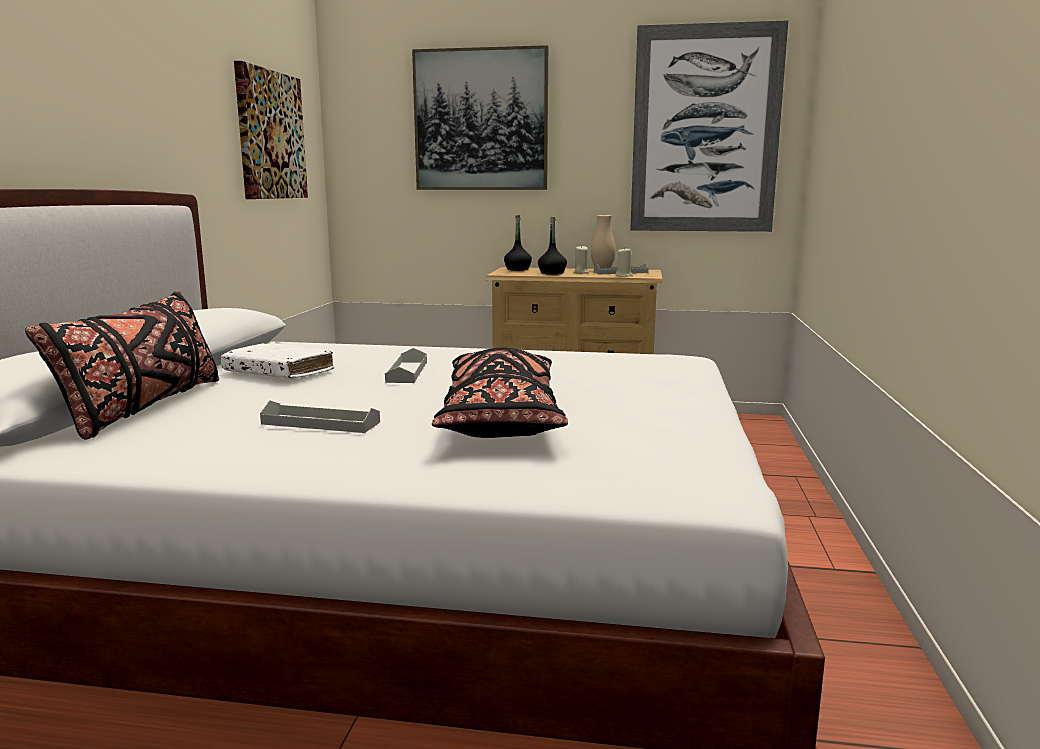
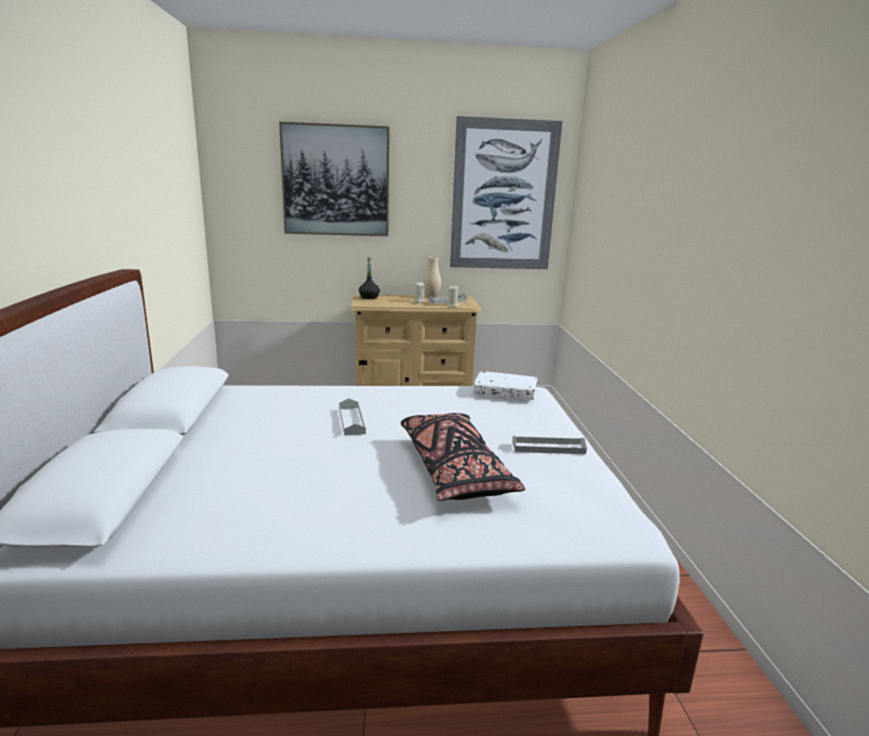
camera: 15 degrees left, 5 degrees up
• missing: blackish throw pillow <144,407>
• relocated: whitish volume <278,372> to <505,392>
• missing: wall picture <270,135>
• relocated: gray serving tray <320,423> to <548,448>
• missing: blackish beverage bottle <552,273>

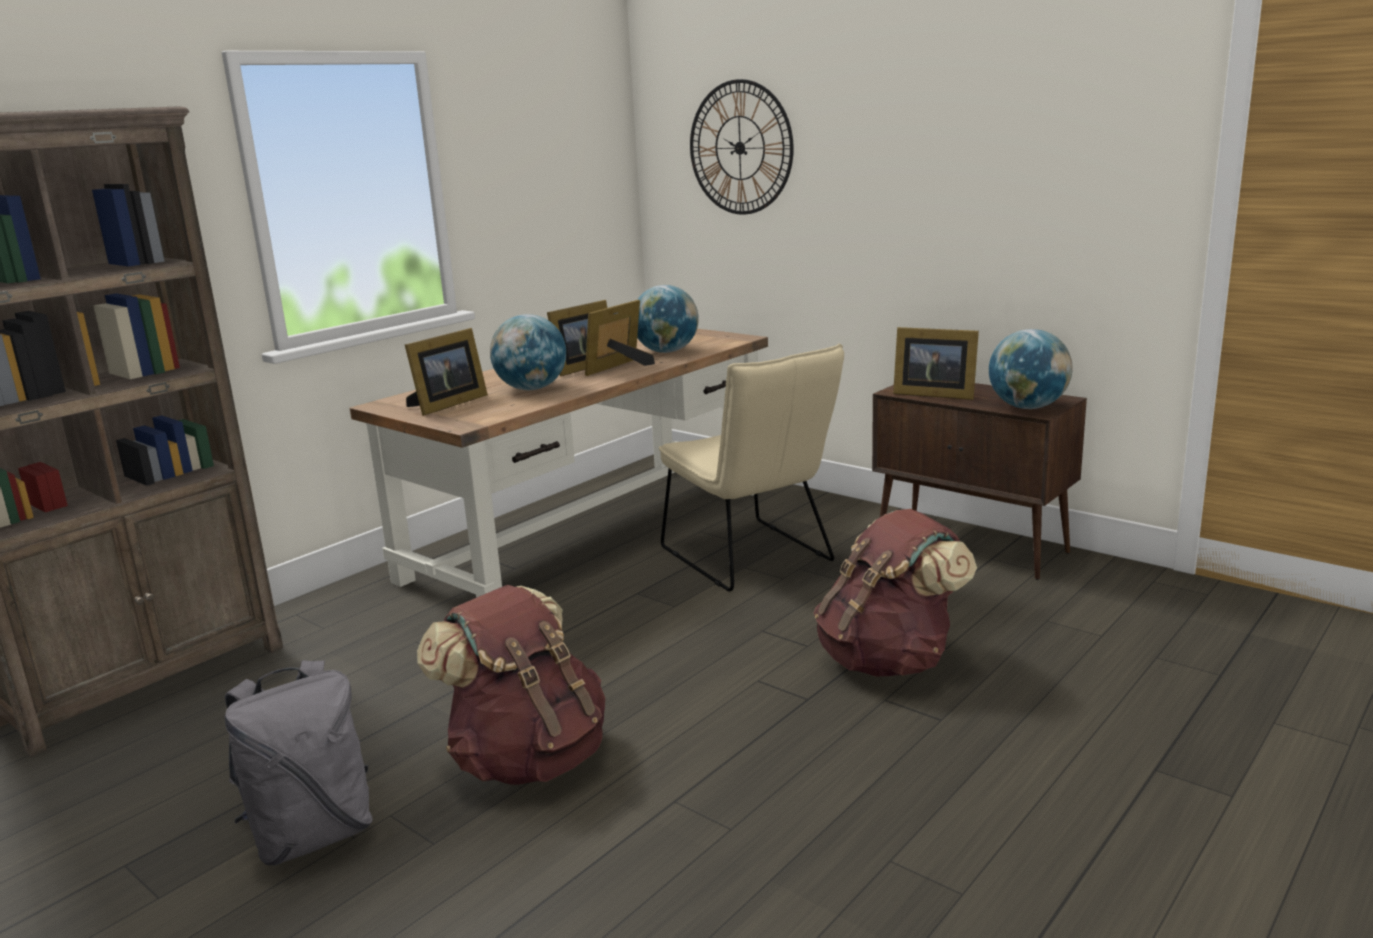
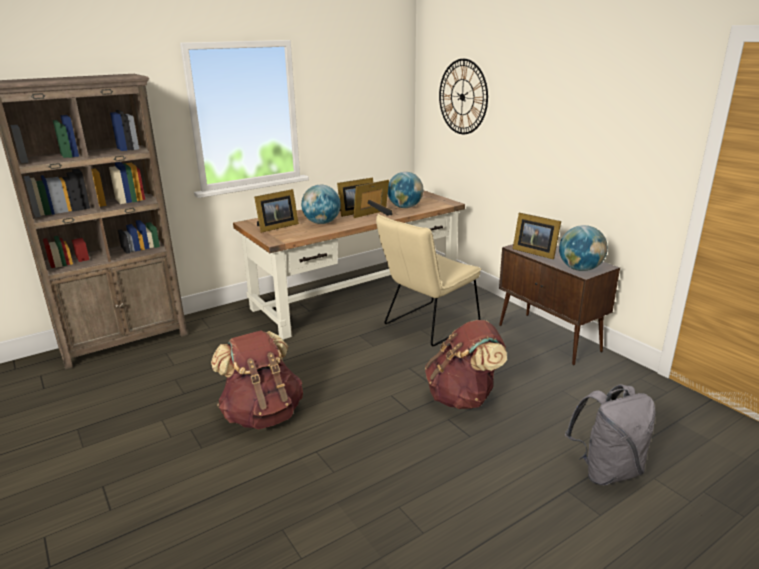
camera: 15 degrees right, 5 degrees up
• relocated: gray backpack <313,835> to <606,470>
• spun: beige-coloured chair <752,559> = <427,325> 60 degrees clockwise

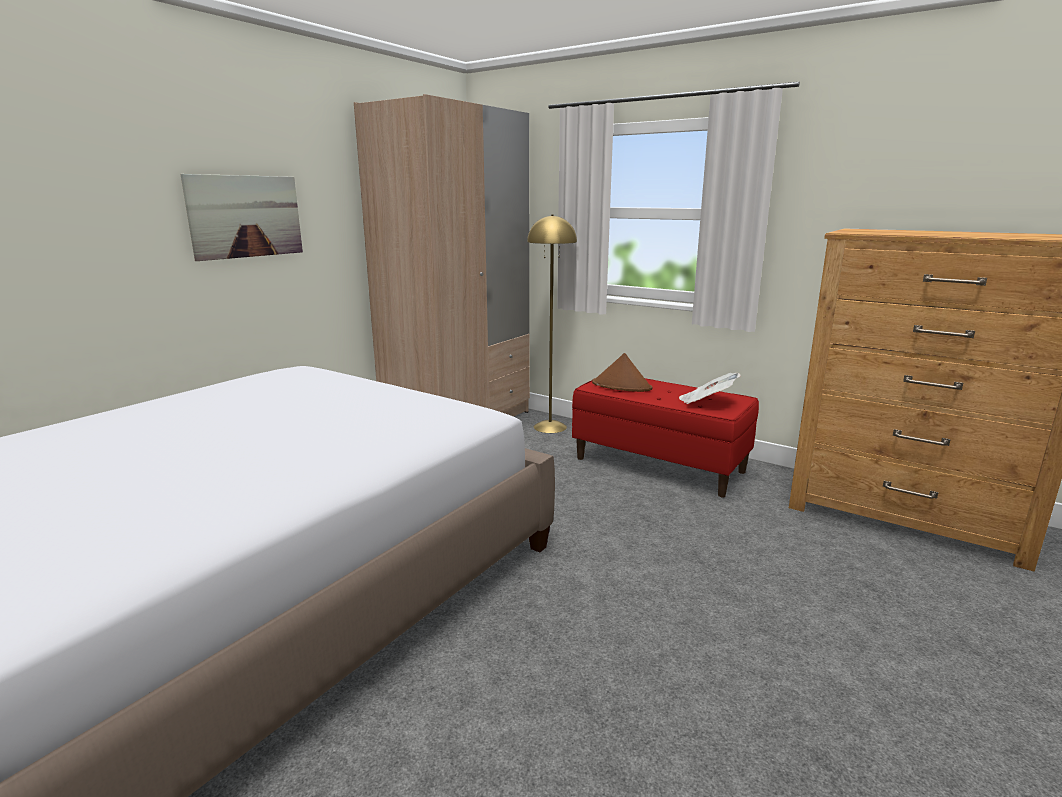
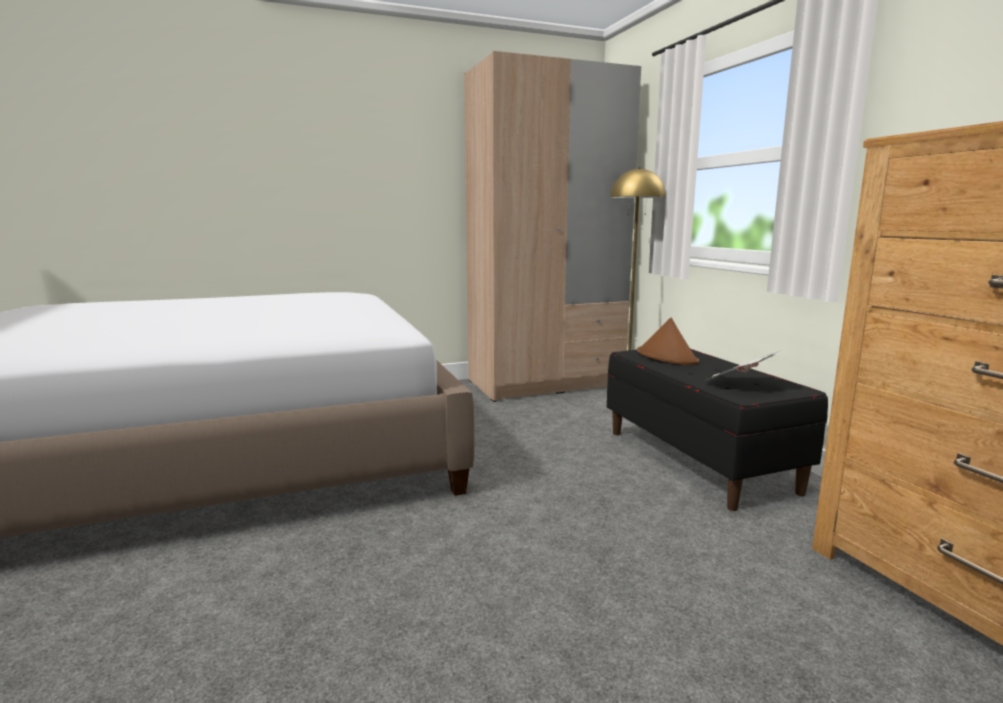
camera: 35 degrees right, 5 degrees down
• missing: wall picture <246,216>
• colour: red bench <659,465> to blackish bench <698,460>

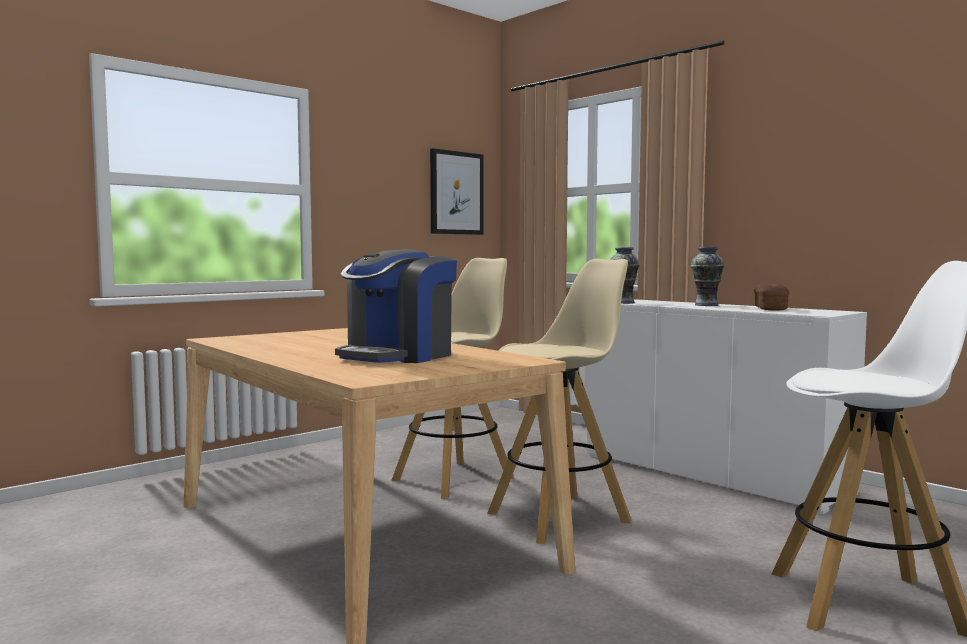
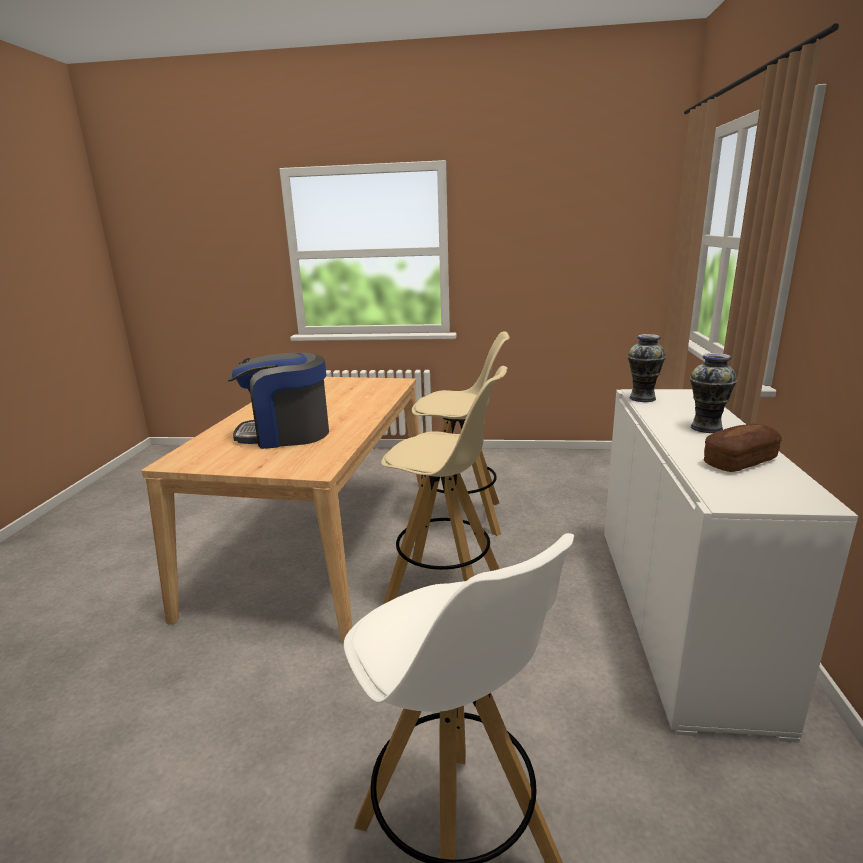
camera: 50 degrees right, 15 degrees up
• missing: wall picture <456,193>

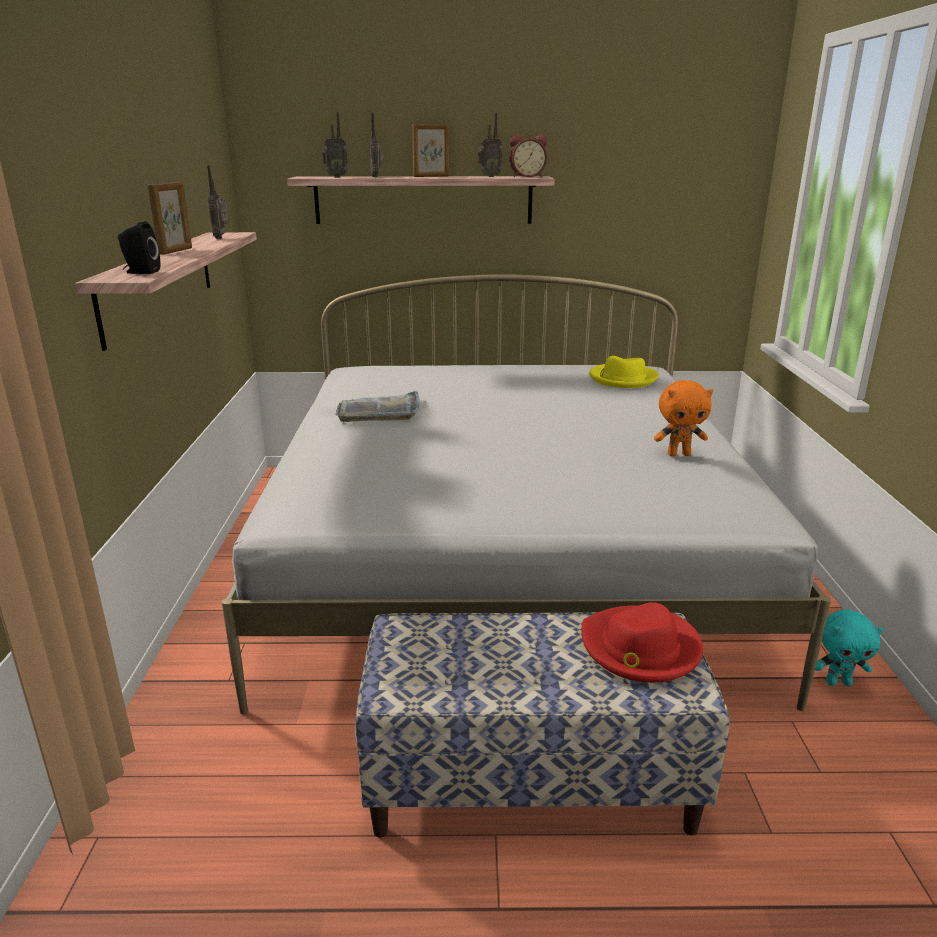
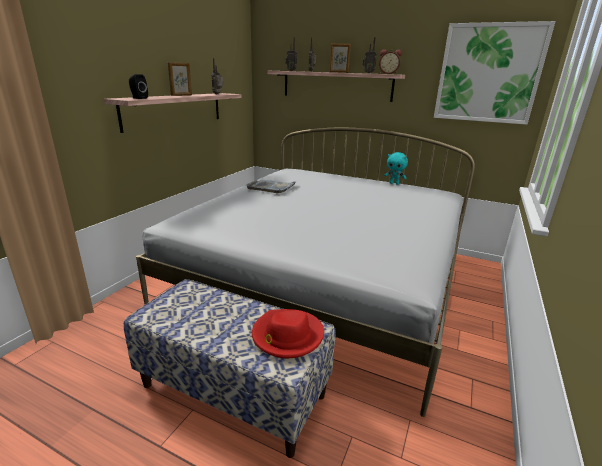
camera: 25 degrees right, 0 degrees up
• missing: yellow clothing hat <622,379>
• missing: orange-coloured plush toy <679,454>
• relocated: blue-green plush toy <838,682> to <394,183>
• appeared: wall picture <488,74>

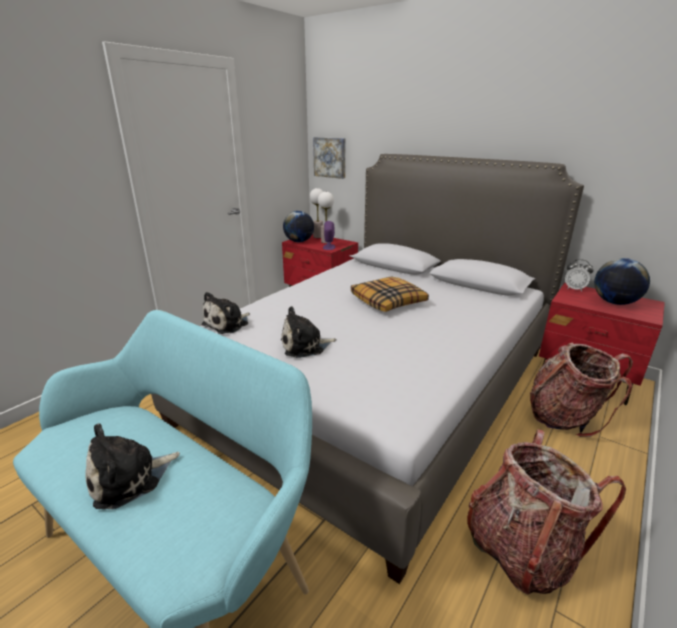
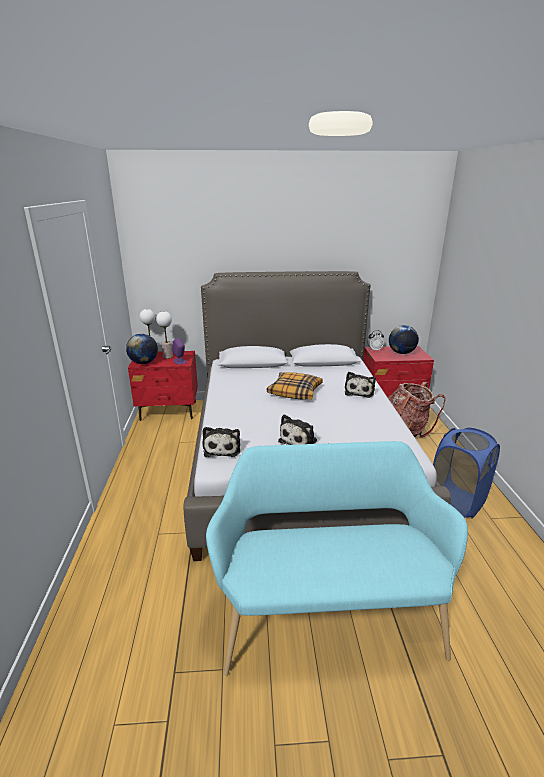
camera: 40 degrees left, 0 degrees up
• relocated: plush toy <130,478> to <359,392>
• missing: wall picture <330,157>
• exchanged: backpack <521,548> to bluish washing basket <456,502>

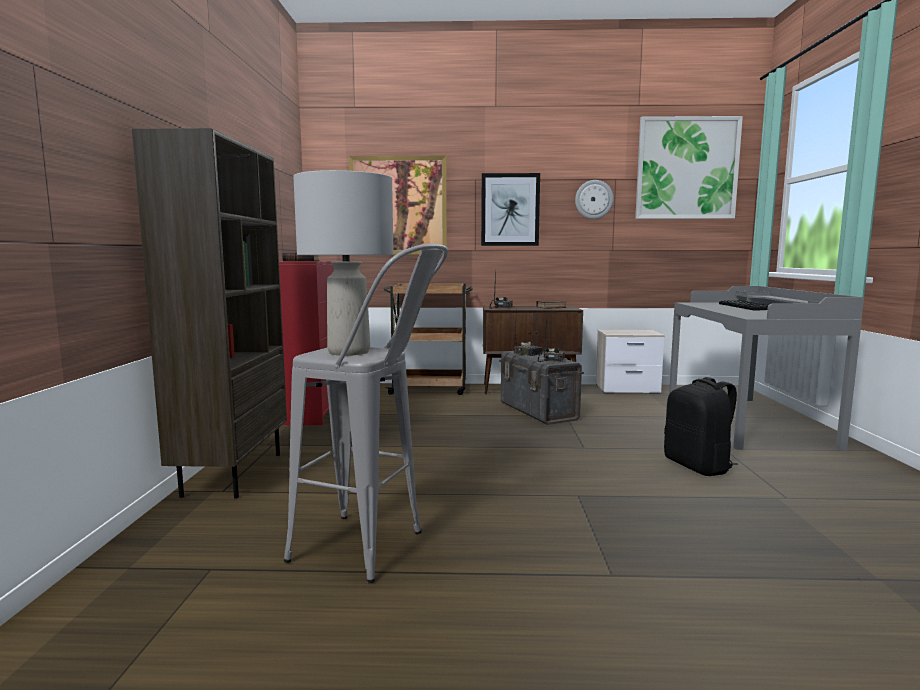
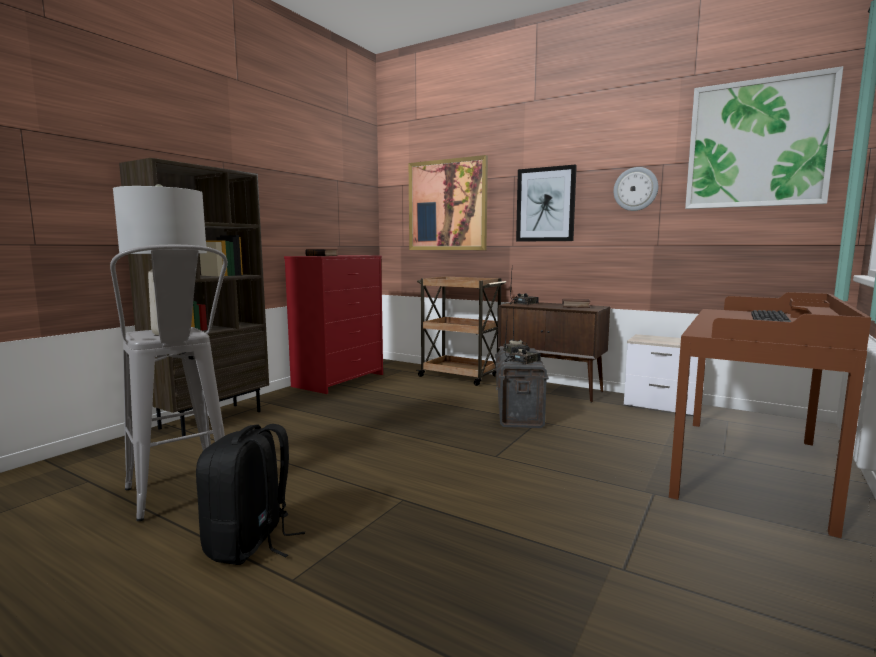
camera: 30 degrees right, 0 degrees up
• relocated: blackish backpack <698,466> to <250,544>
• colour: gray desk <745,421> to brownish desk <751,467>

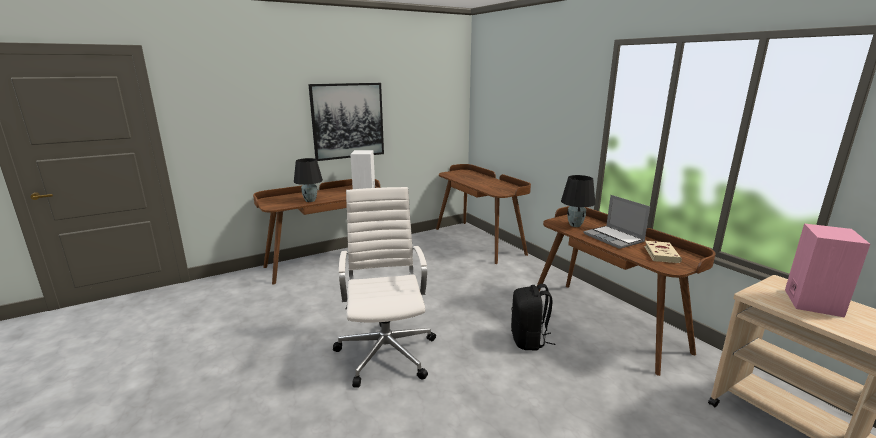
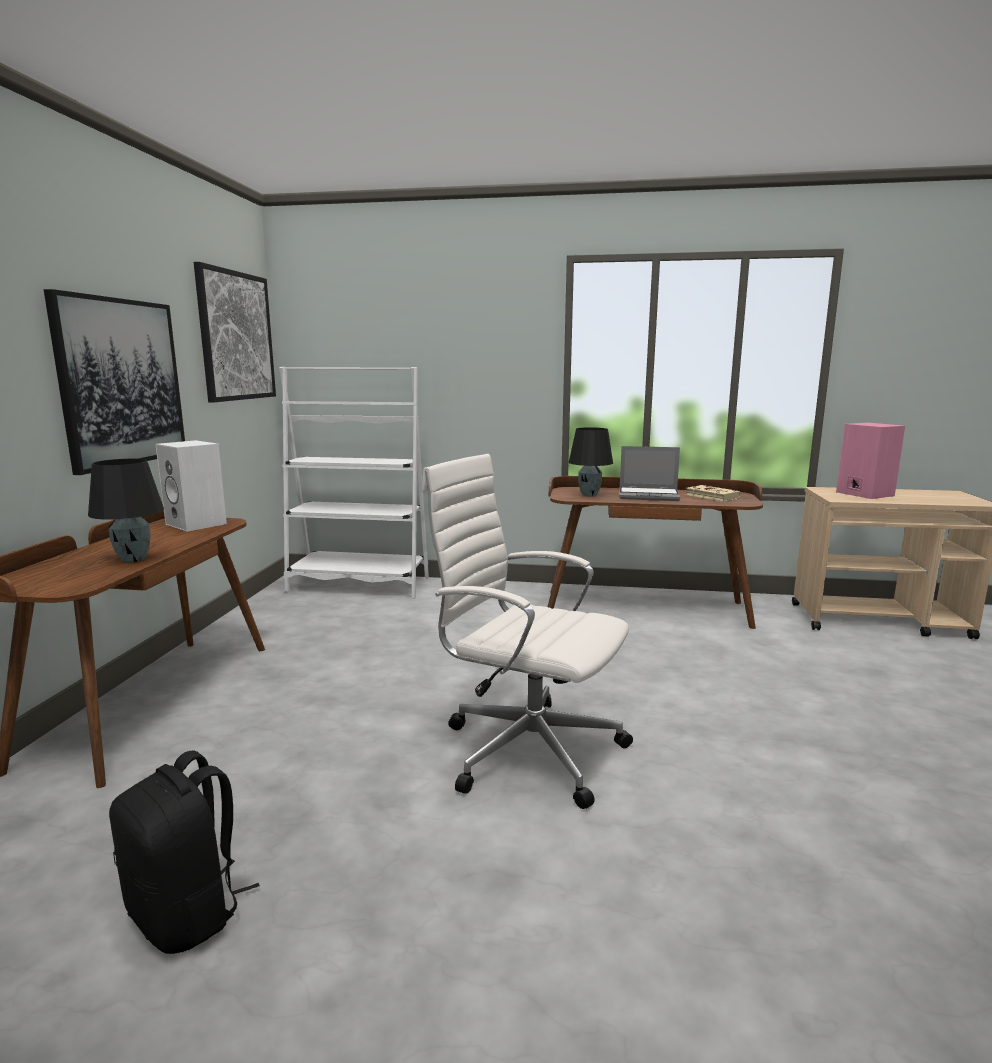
camera: 50 degrees left, 5 degrees down
• exchanged: brownish desk <479,240> to whitish bookcase <359,584>
• relocated: blackish backpack <529,340> to <188,913>
• appeared: wall picture <236,336>

